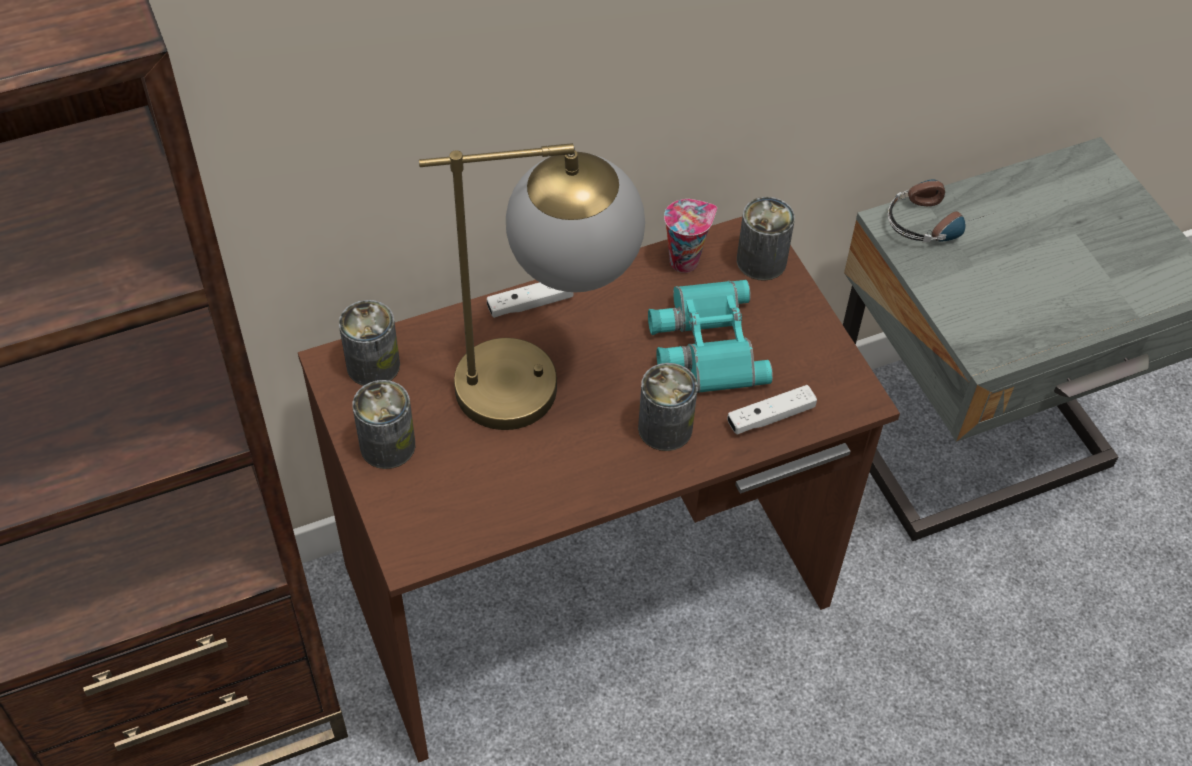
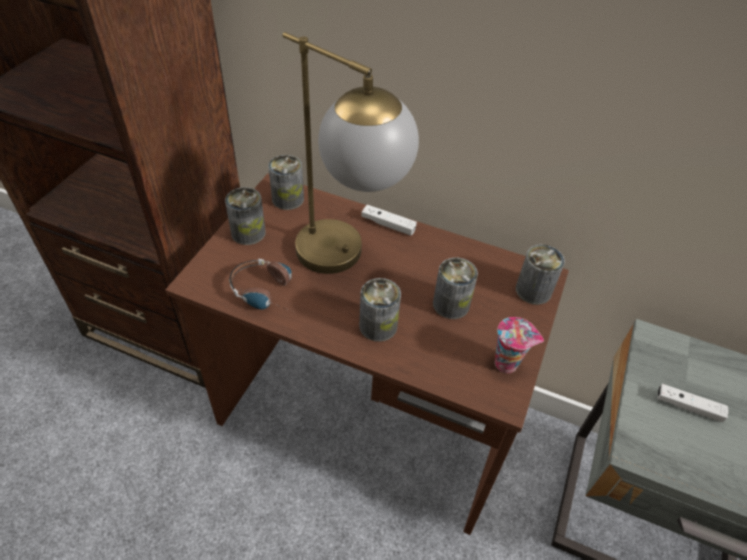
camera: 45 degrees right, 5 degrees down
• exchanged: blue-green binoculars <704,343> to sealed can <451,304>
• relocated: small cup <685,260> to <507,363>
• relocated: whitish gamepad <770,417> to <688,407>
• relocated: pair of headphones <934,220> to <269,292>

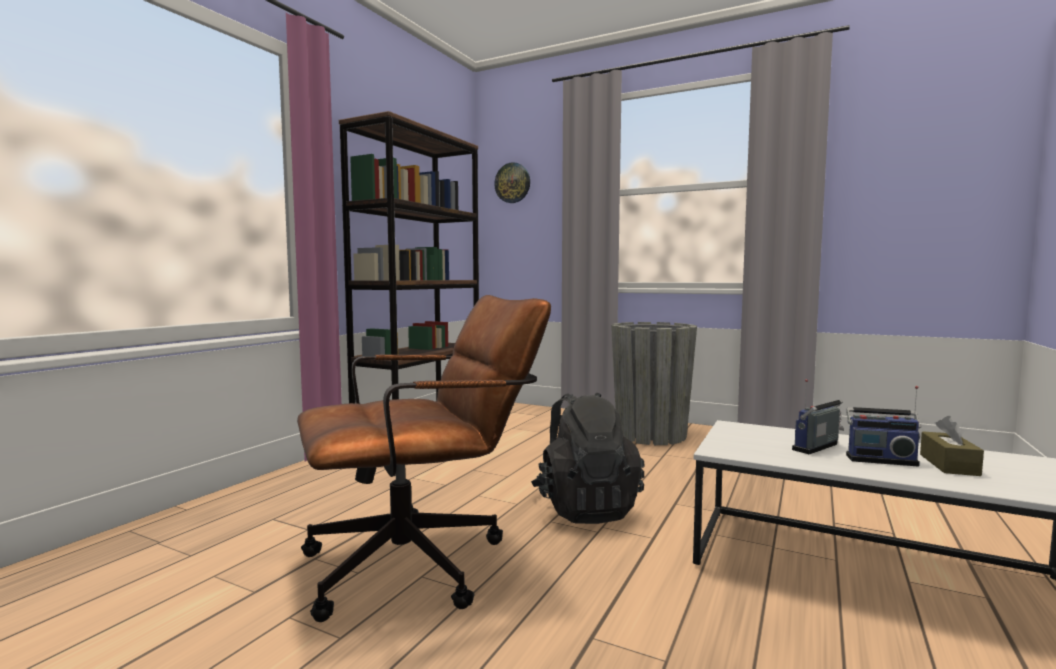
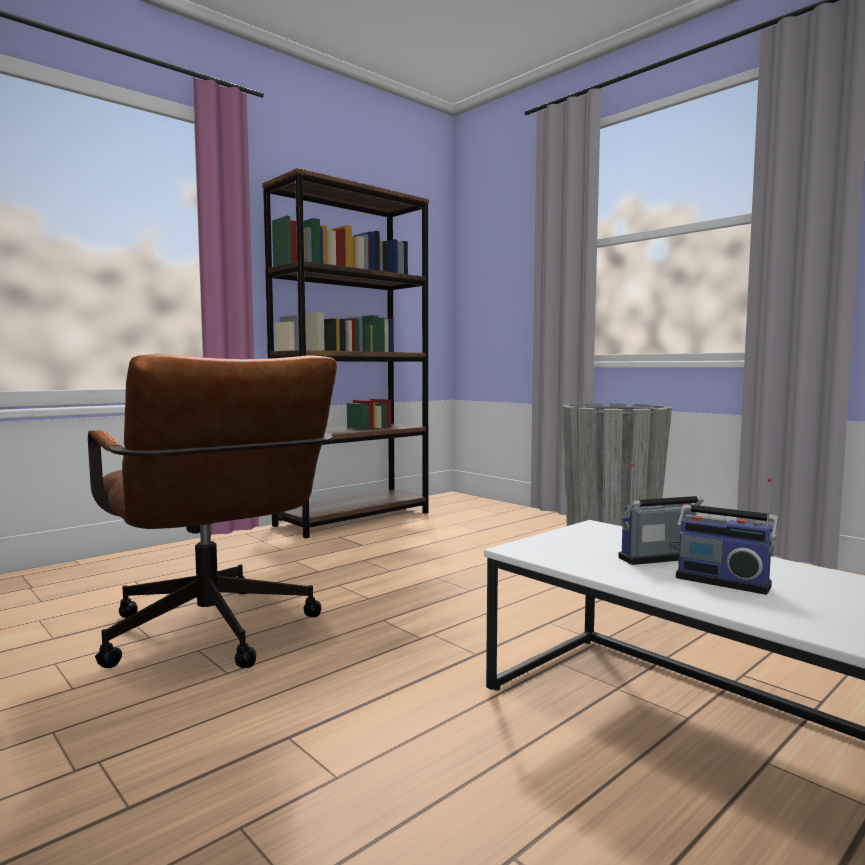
camera: 20 degrees right, 0 degrees up
• spun: brownish office chair <423,561> = <215,637> 60 degrees clockwise
• missing: hanging clock <512,183>
• missing: blackish backpack <585,508>
• missing: brownish tissue box <949,465>

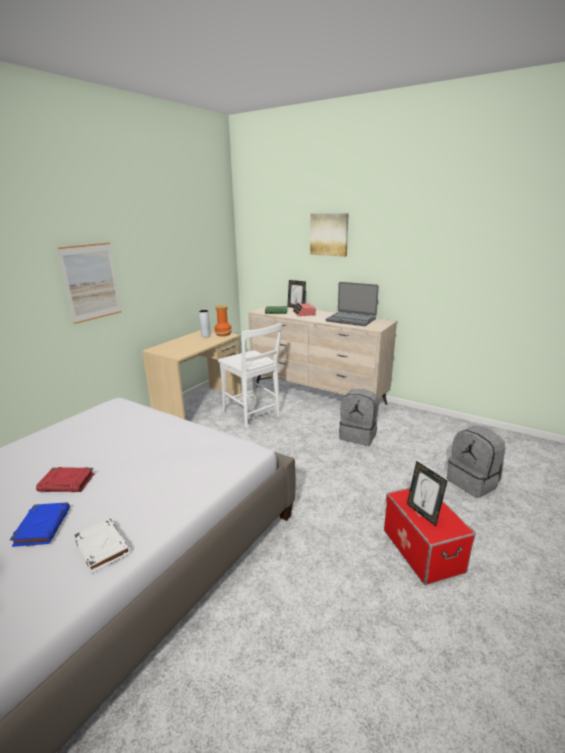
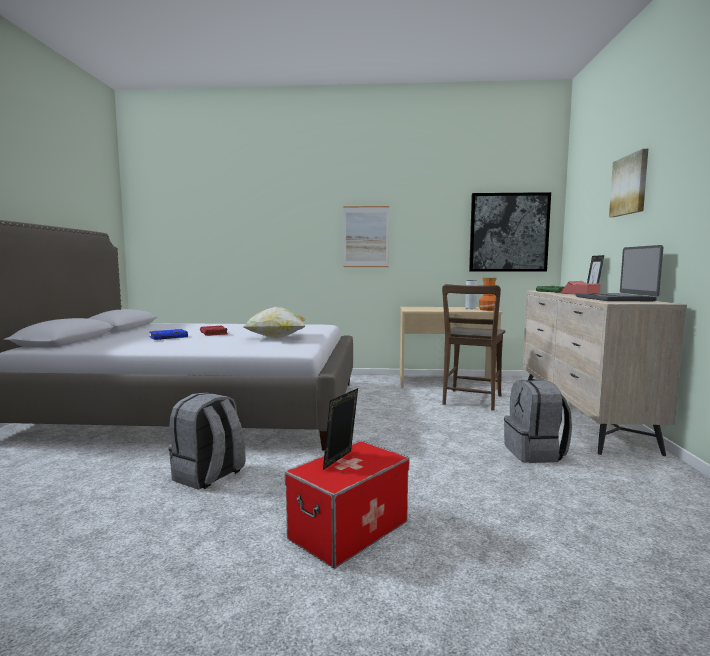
camera: 60 degrees right, 15 degrees down
• missing: whitish volume <102,547>
• colour: whitish chair <252,415> to brownish chair <471,401>
• relocated: gray backpack <473,482> to <209,476>
• appeared: throw pillow <276,338>
• appeared: wall picture <508,232>

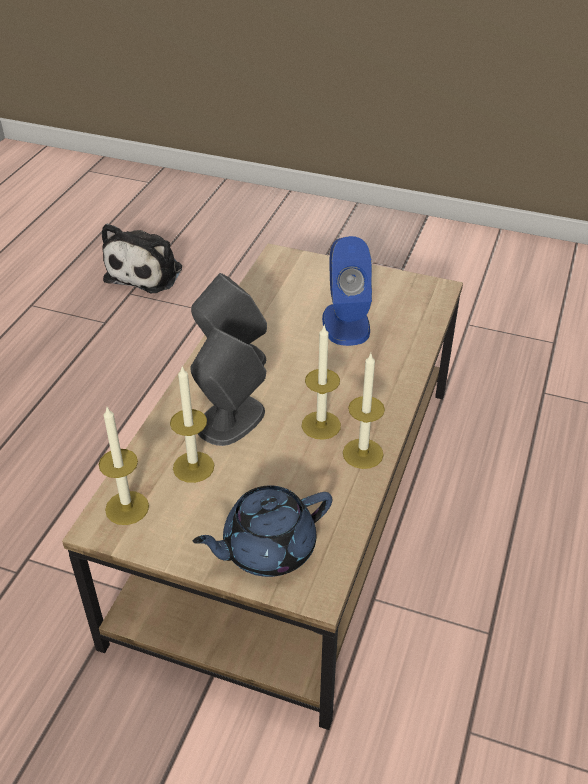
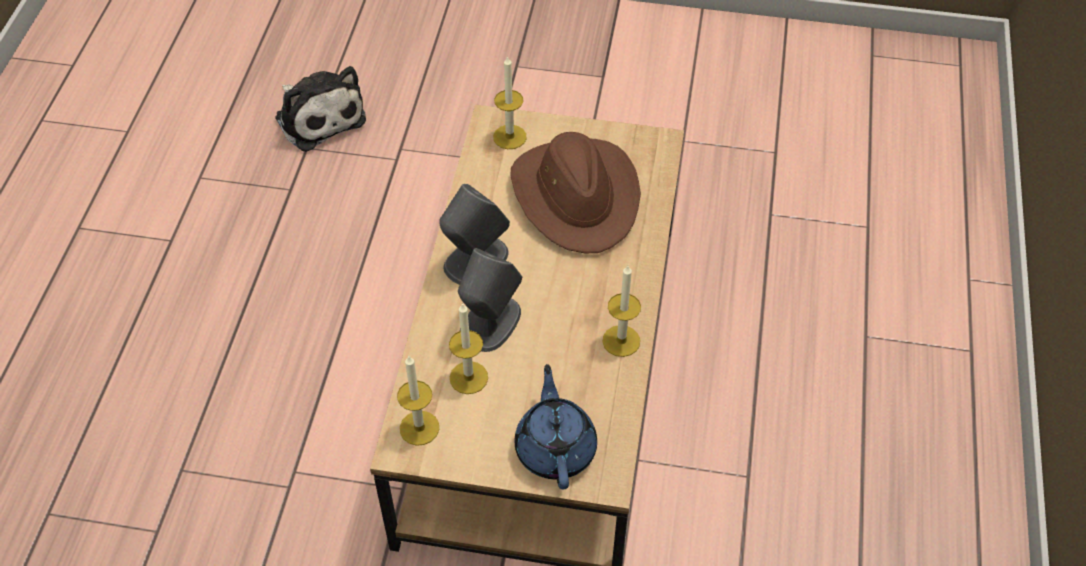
camera: 10 degrees left, 10 degrees up
• spun: plush toy <147,272> = <319,117> 45 degrees counterclockwise
• spun: bluish tea pot <267,548> = <555,448> 120 degrees clockwise
• relocated: wax light <321,425> to <509,137>
• exchanged: bluish loudspeaker <346,323> to brownish clothing hat <577,196>

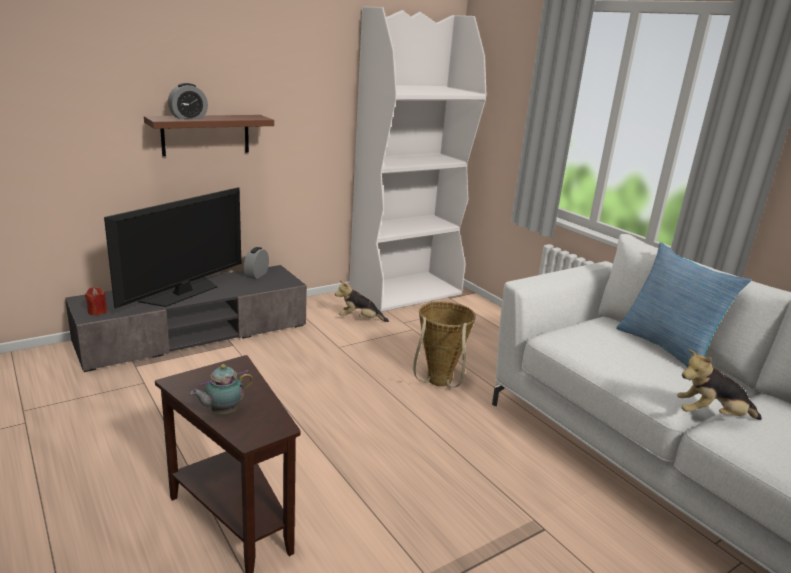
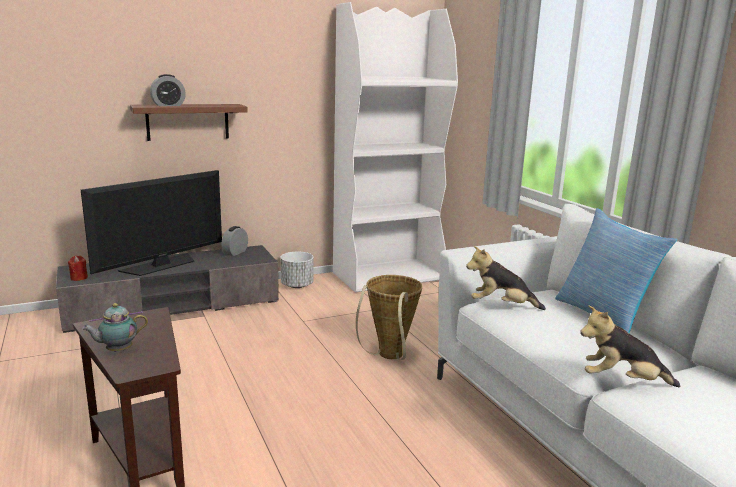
camera: 10 degrees right, 5 degrees down
• relocated: plush toy <359,319> to <501,305>
• appeared: whitish planter <297,285>

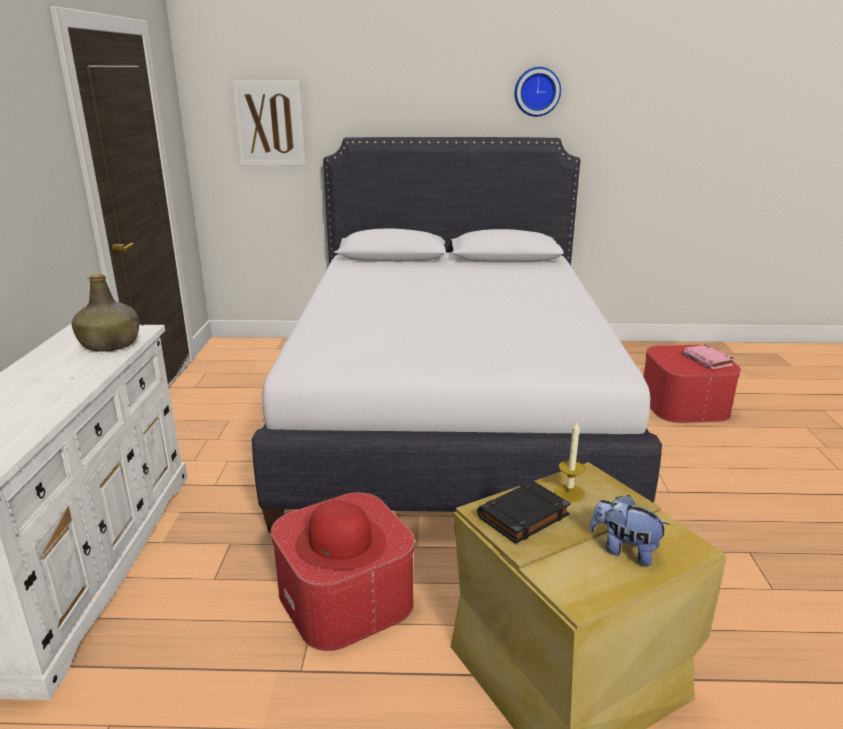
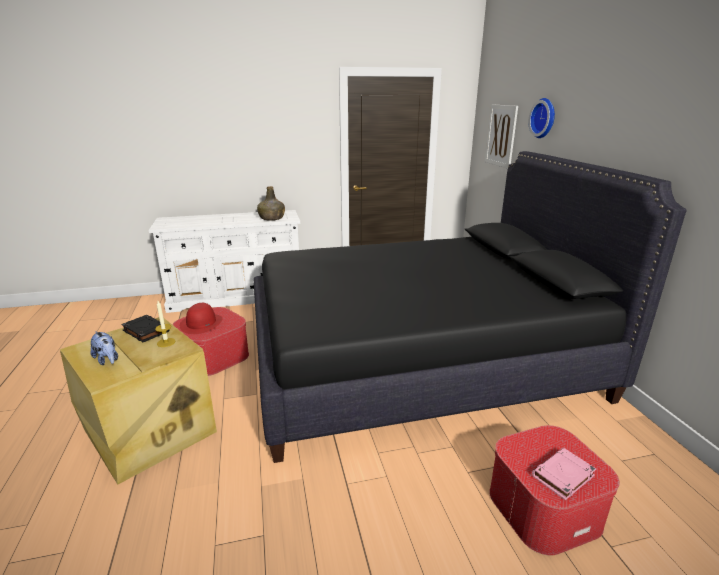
camera: 75 degrees right, 0 degrees up
• colour: whitish sleeping bed <448,413> to blackish sleeping bed <417,359>
• relocated: hanging clock <537,91> to <544,118>
• spun: plush toy <624,550> = <107,360> 120 degrees clockwise

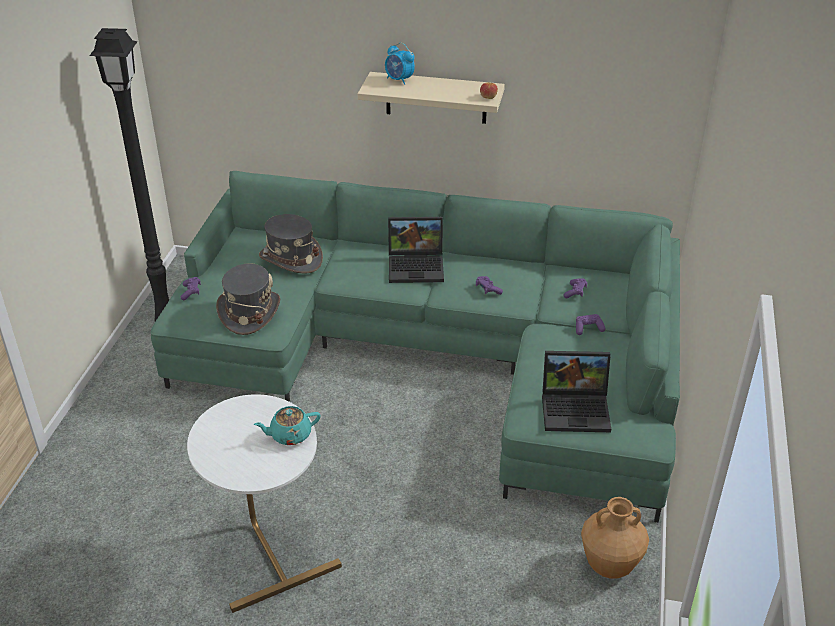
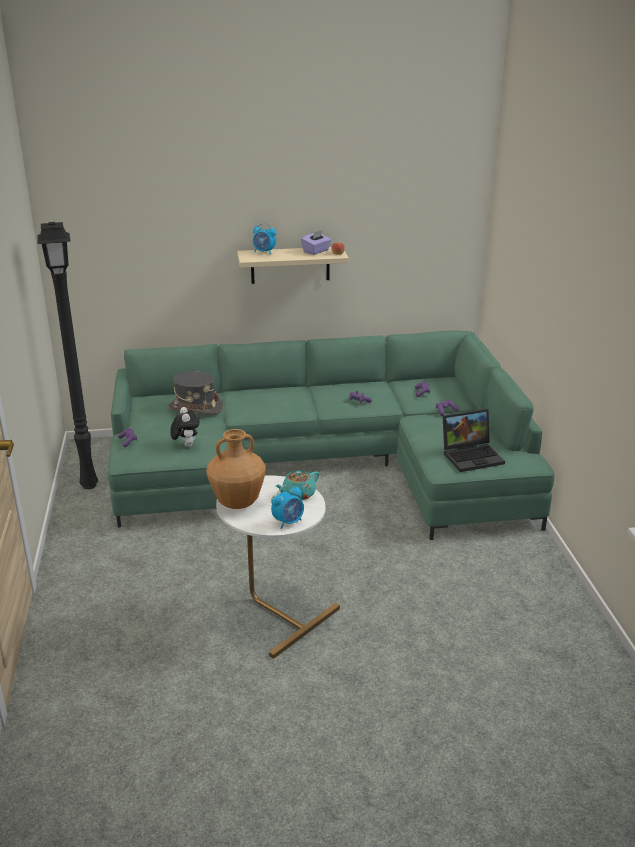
camera: 20 degrees left, 10 degrees down
• exchanged: gray clothing hat <249,312> to plush toy <186,445>
• missing: laptop <417,266>
• relocated: brownish decorative vase <610,566> to <238,503>
• appeared: bedside clock <288,522>
• appeared: purple-coloured tissue box <316,251>

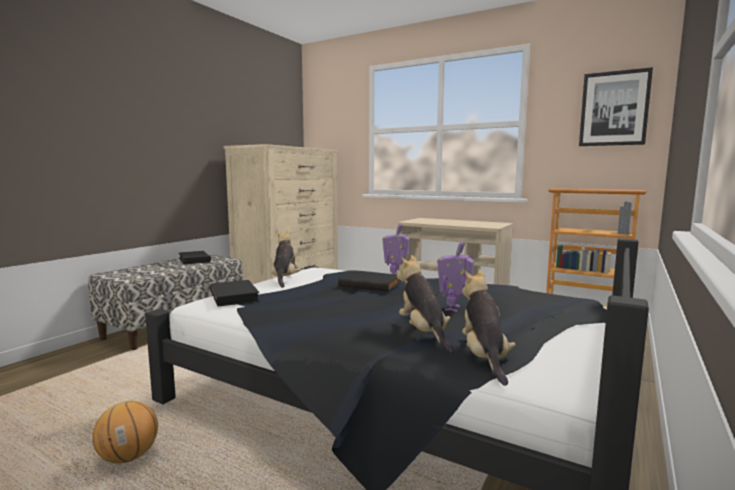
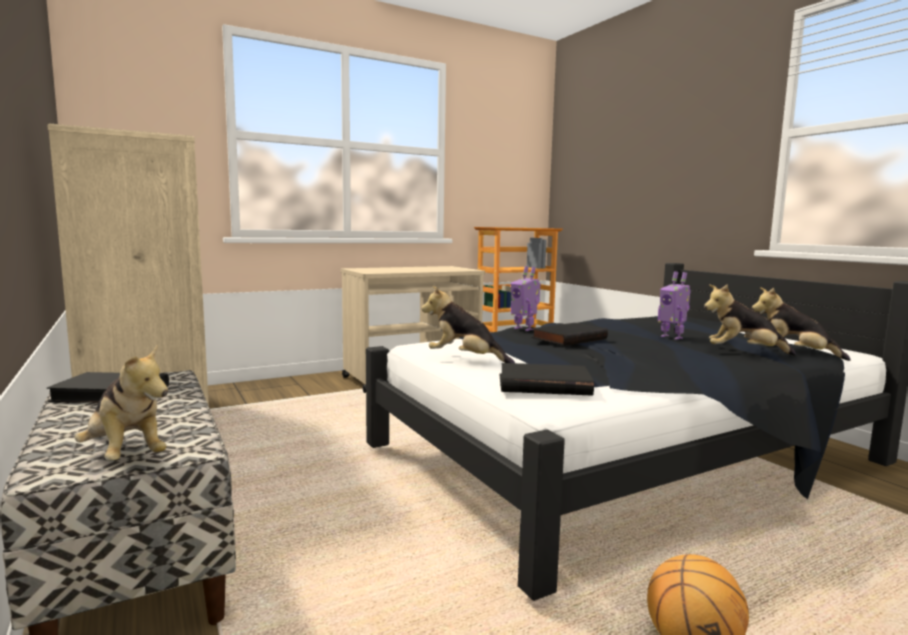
camera: 60 degrees left, 0 degrees up
• missing: wall picture <614,108>
• appeared: plush toy <125,455>

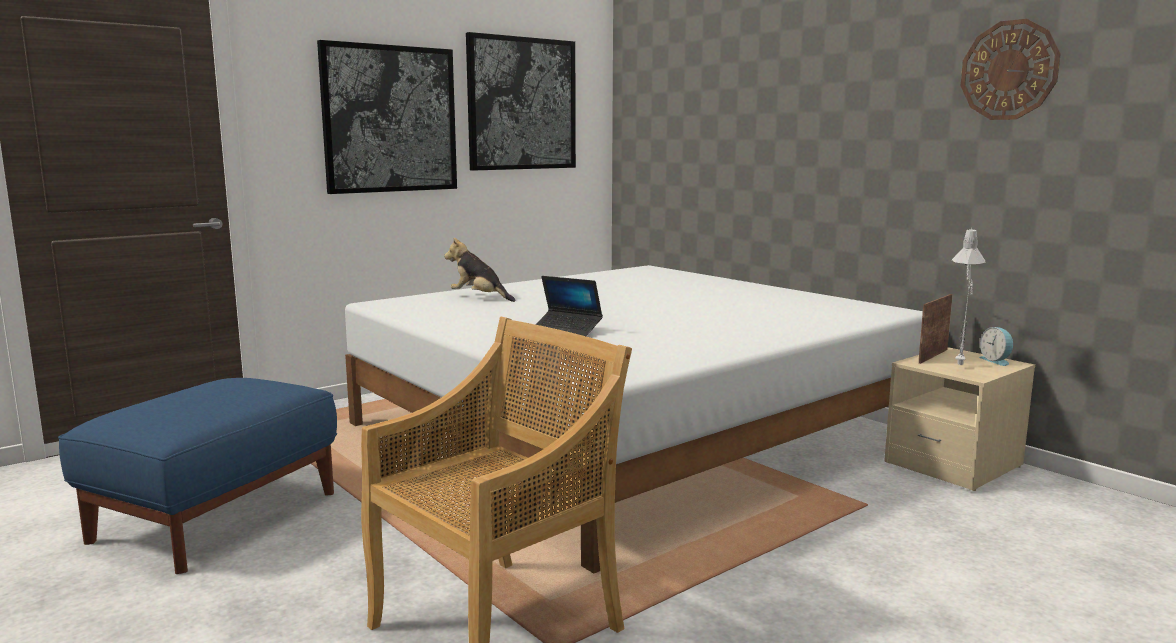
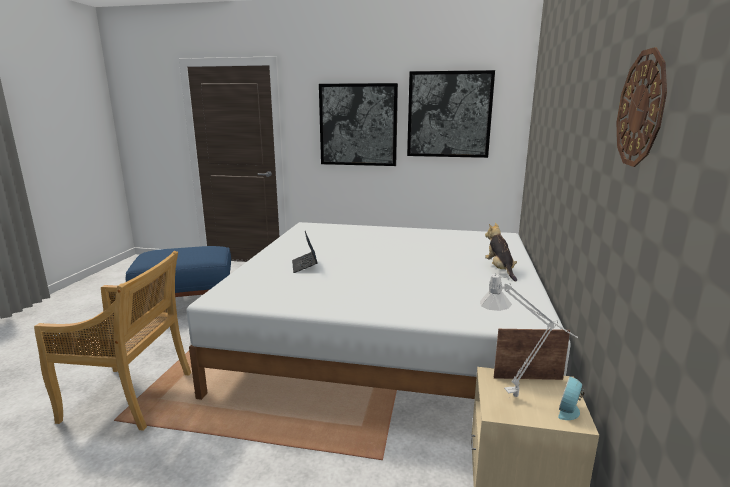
camera: 50 degrees right, 5 degrees up
• relocated: plush toy <479,298> to <500,270>

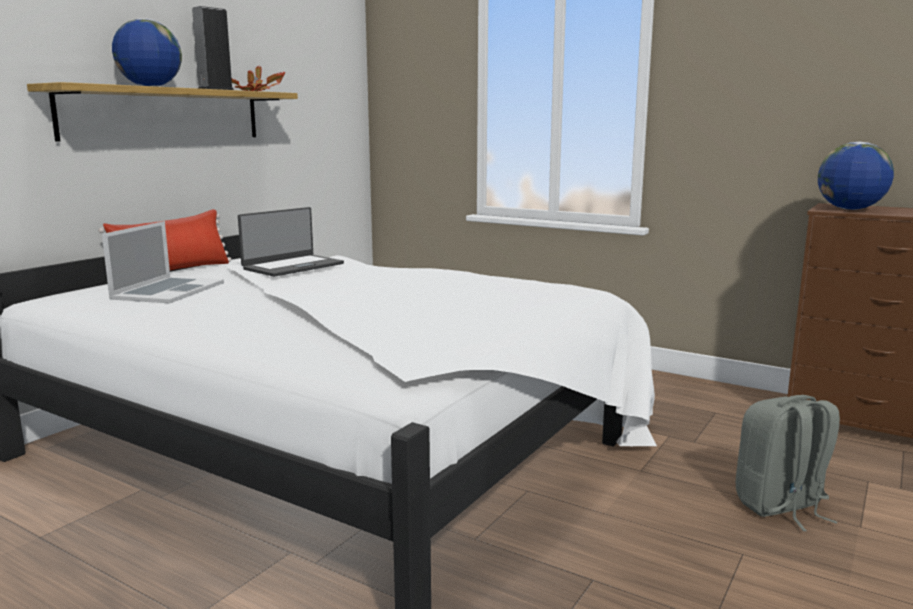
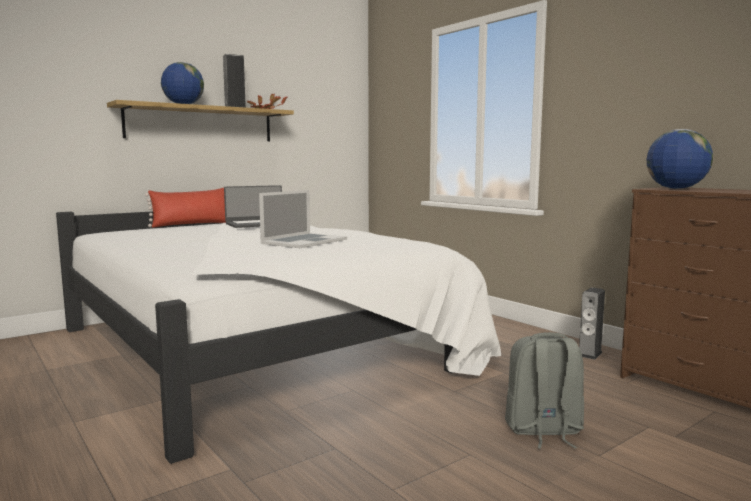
camera: 20 degrees right, 5 degrees down
• relocated: laptop <168,290> to <304,241>
• appeared: loudspeaker <589,354>

